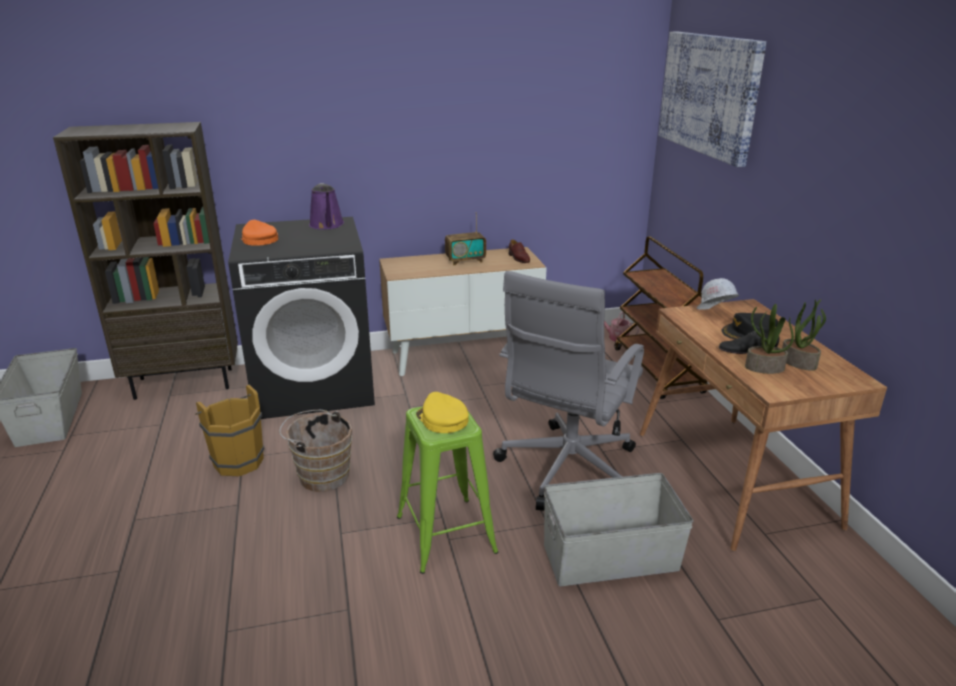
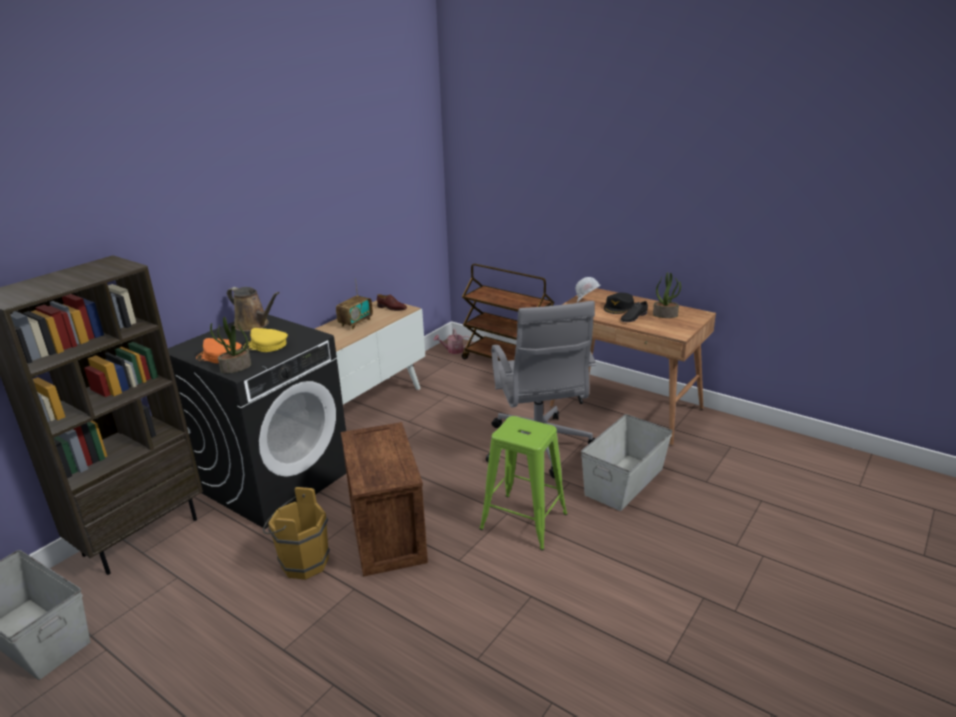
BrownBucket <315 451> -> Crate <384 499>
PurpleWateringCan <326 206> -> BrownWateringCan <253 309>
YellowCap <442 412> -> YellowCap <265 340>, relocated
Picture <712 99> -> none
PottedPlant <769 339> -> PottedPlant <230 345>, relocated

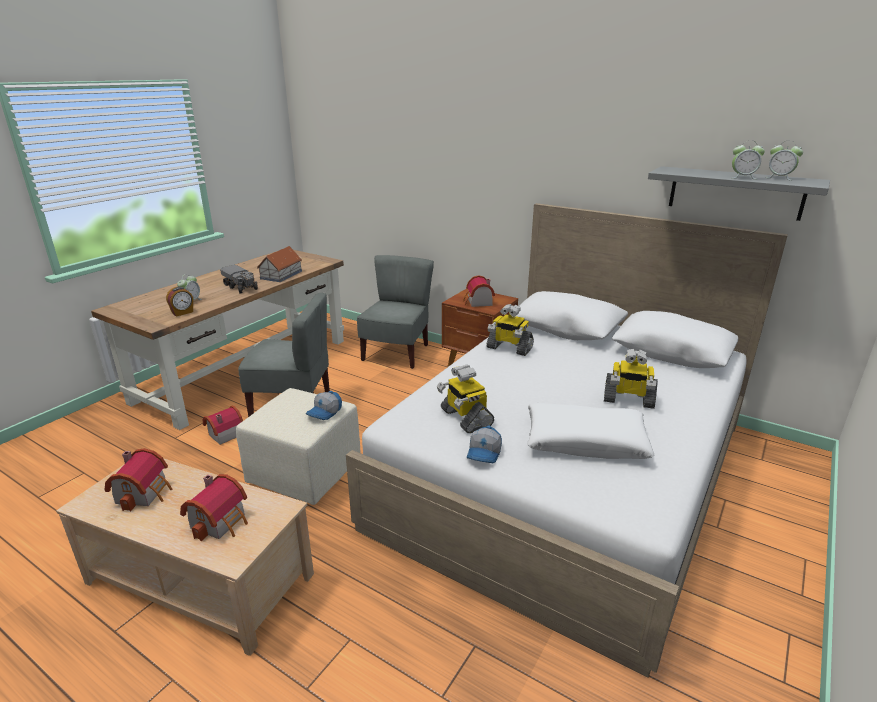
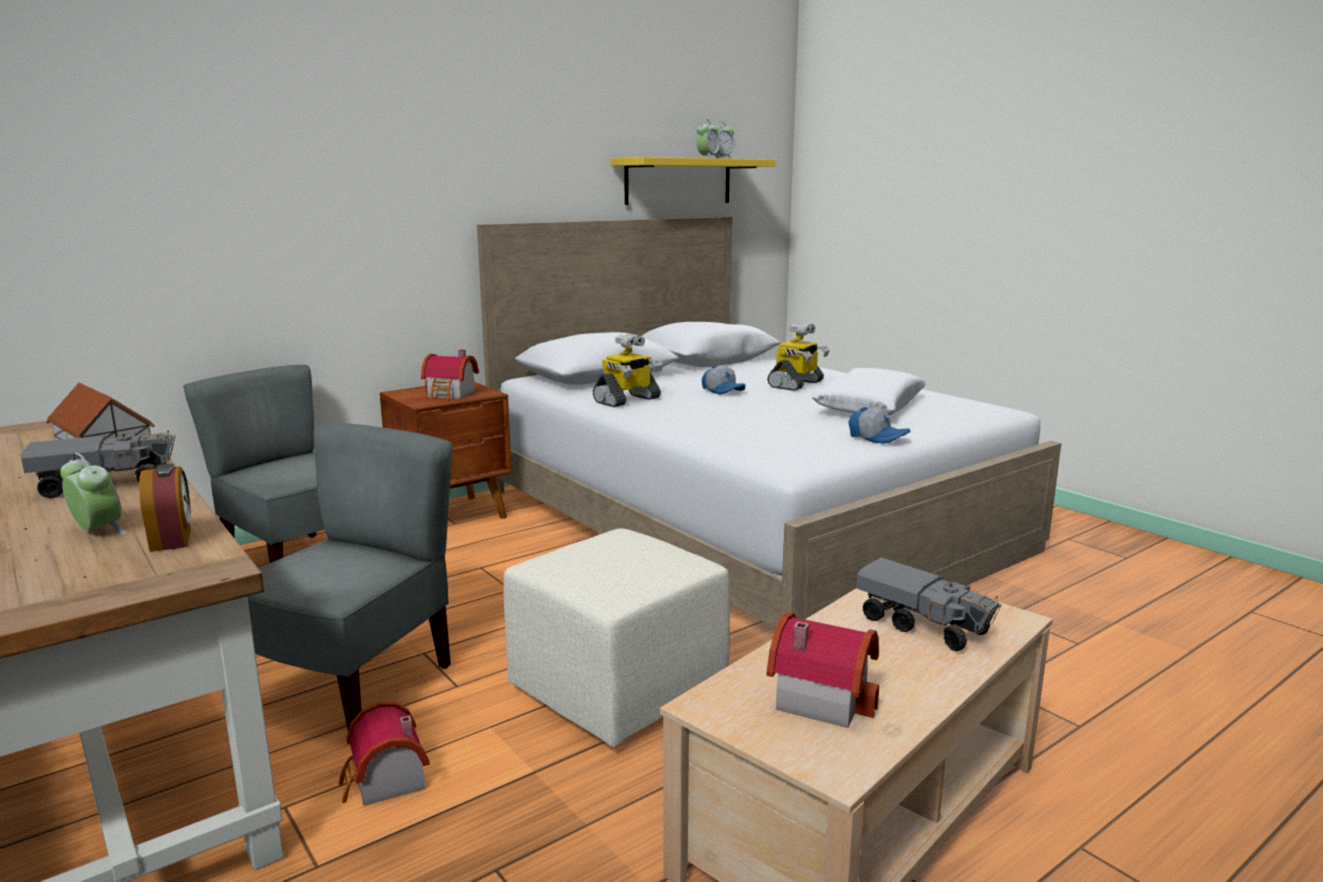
ToyHouse <214 507> -> ToyTruck <929 604>
Cap <324 405> -> Cap <724 379>, relocated
ToyRobot <465 399> -> none
GreyShelf <739 193> -> YellowShelf <693 181>

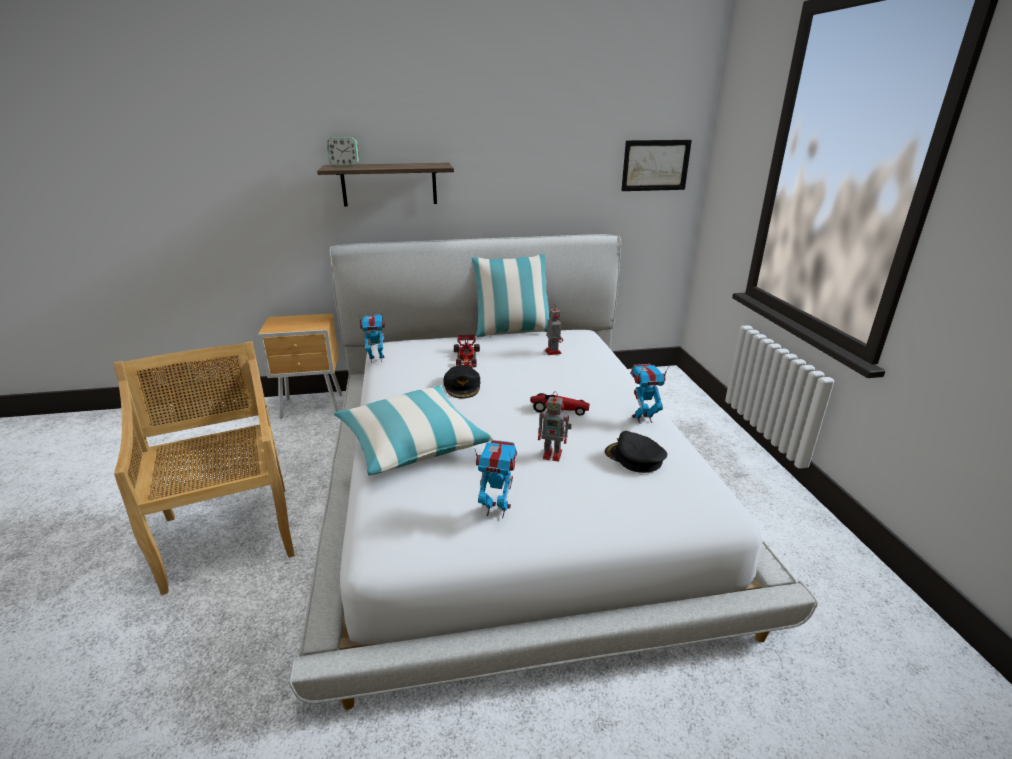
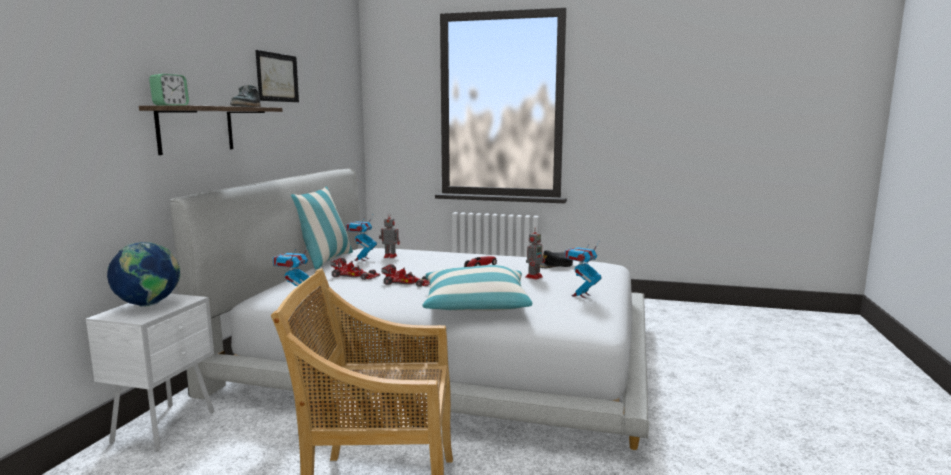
BrownNightstand <300 366> -> WhiteNightstand <150 373>
BlackCap <461 382> -> ToyCar <405 275>
Picture <656 165> -> Picture <277 76>, relocated
ToyRobot <649 394> -> ToyRobot <361 238>, relocated
none -> Globe <143 274>
none -> Shoe <245 96>

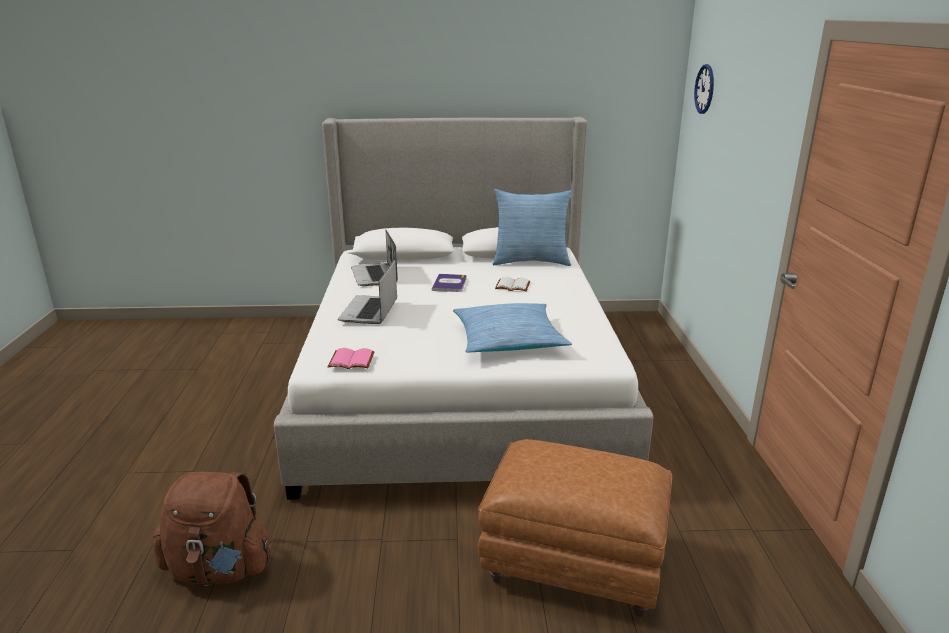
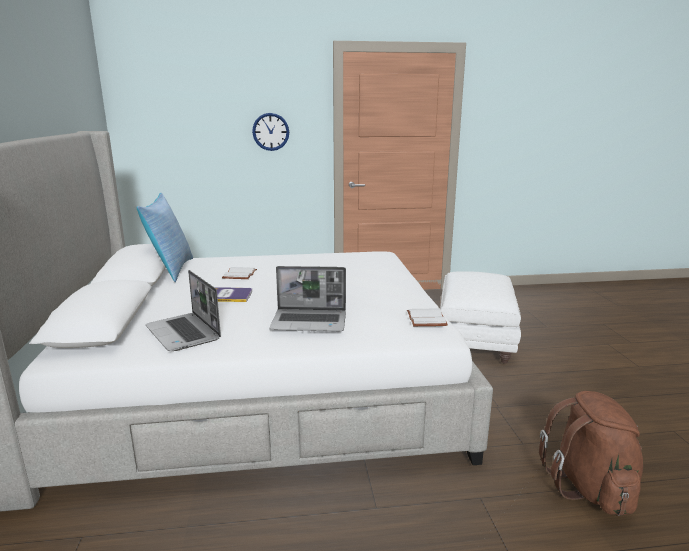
PinkBook <351 358> -> WhiteBook <427 317>
Laptop <374 258> -> Laptop <183 310>, 75 degrees clockwise
Pillow <512 328> -> none
BrownOttoman <575 528> -> WhiteOttoman <480 317>
WallClock <704 89> -> WallClock <270 132>, relocated

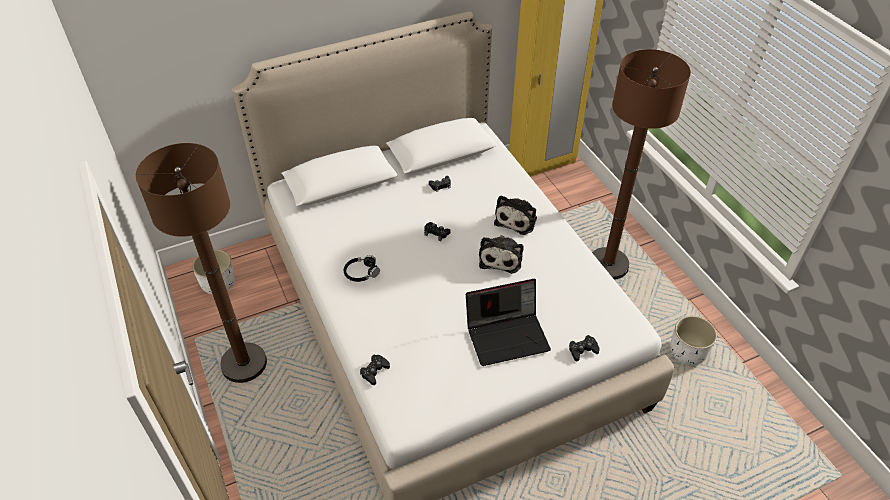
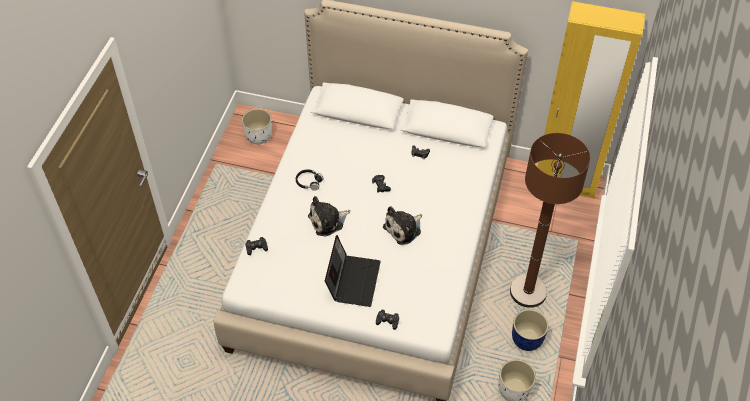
BrownFloorLamp <201 263> -> none
Laptop <508 322> -> Laptop <353 271>, 105 degrees counterclockwise
PlushToy <515 215> -> PlushToy <329 216>, relocated
none -> BluePlanter <530 330>

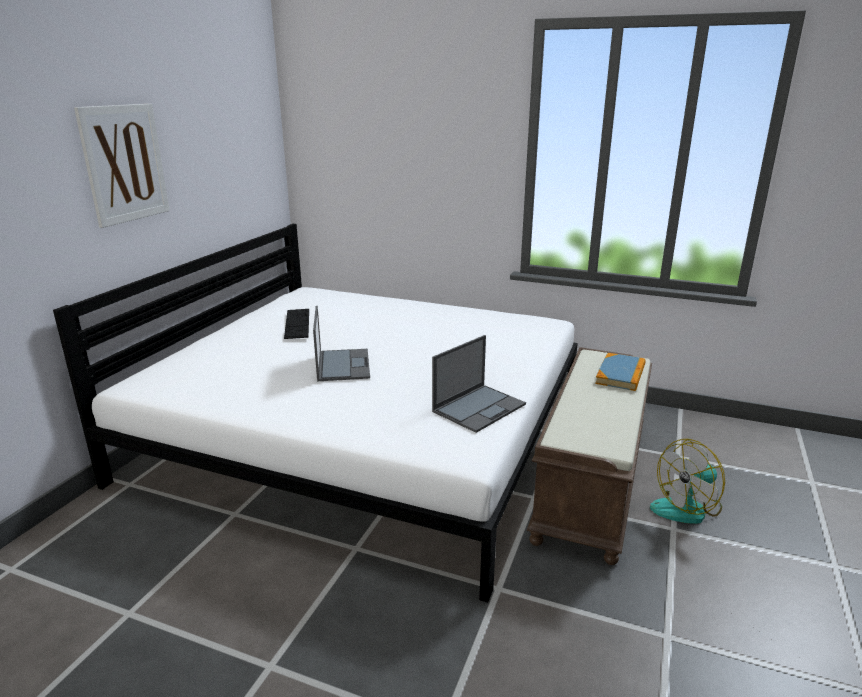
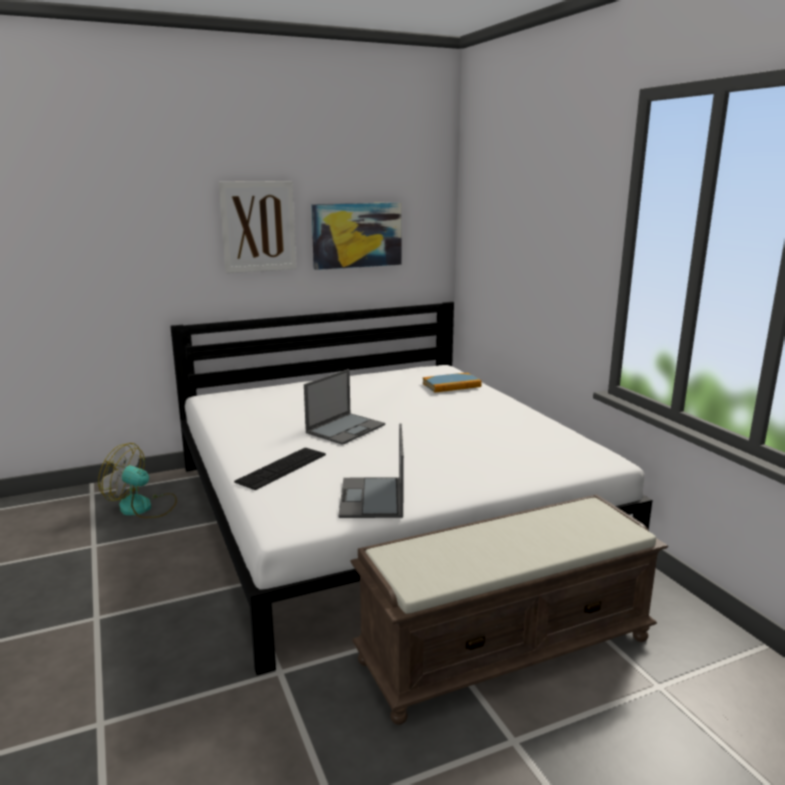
Keyboard <296 324> -> Keyboard <280 469>, relocated
Laptop <479 384> -> Laptop <371 471>, 90 degrees clockwise
Book <620 372> -> Book <452 383>, relocated
Fan <687 481> -> Fan <137 480>, relocated
none -> Picture <356 236>

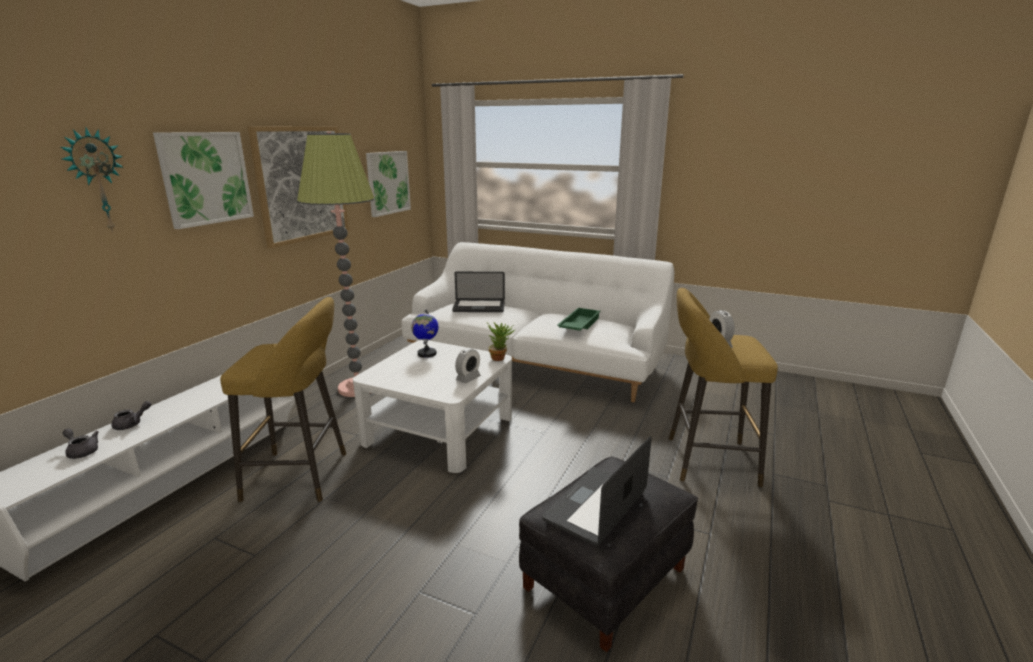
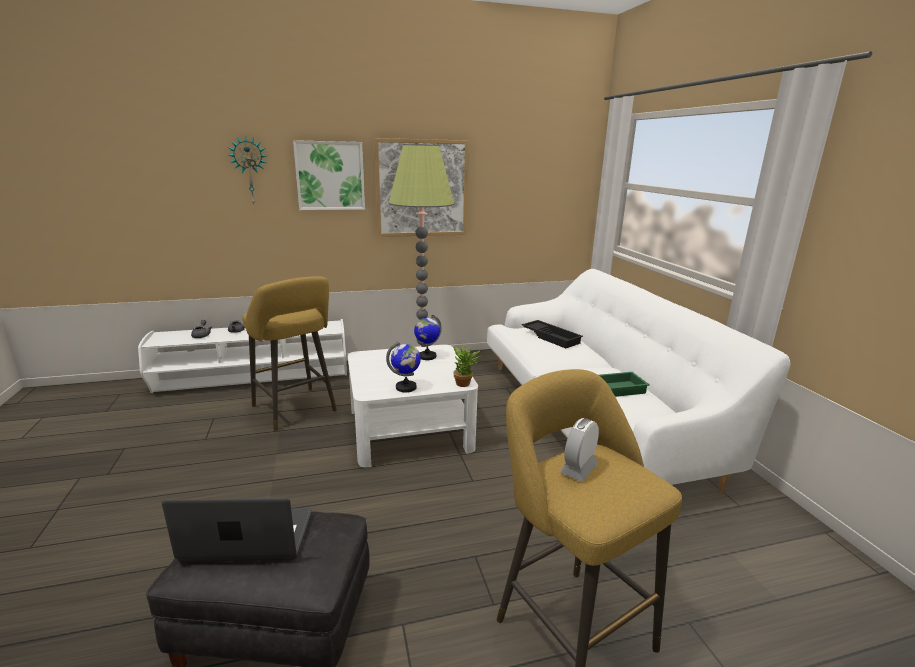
Picture <388 184> -> none
Laptop <478 292> -> BlackTray <552 334>
AlarmClock <468 365> -> Globe <403 366>

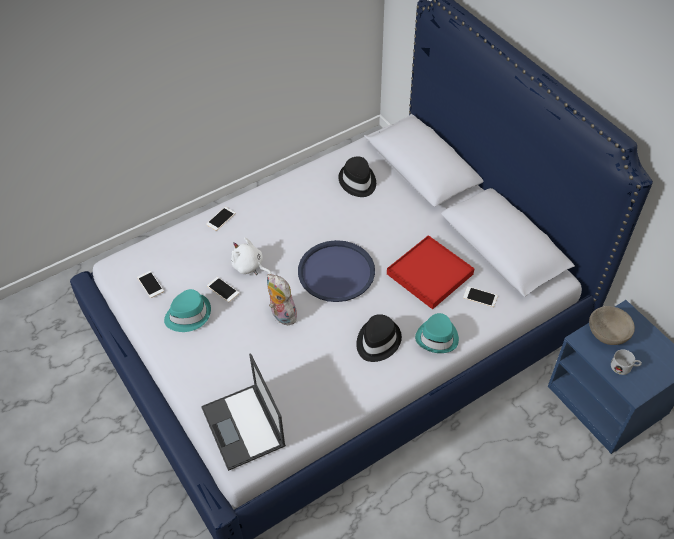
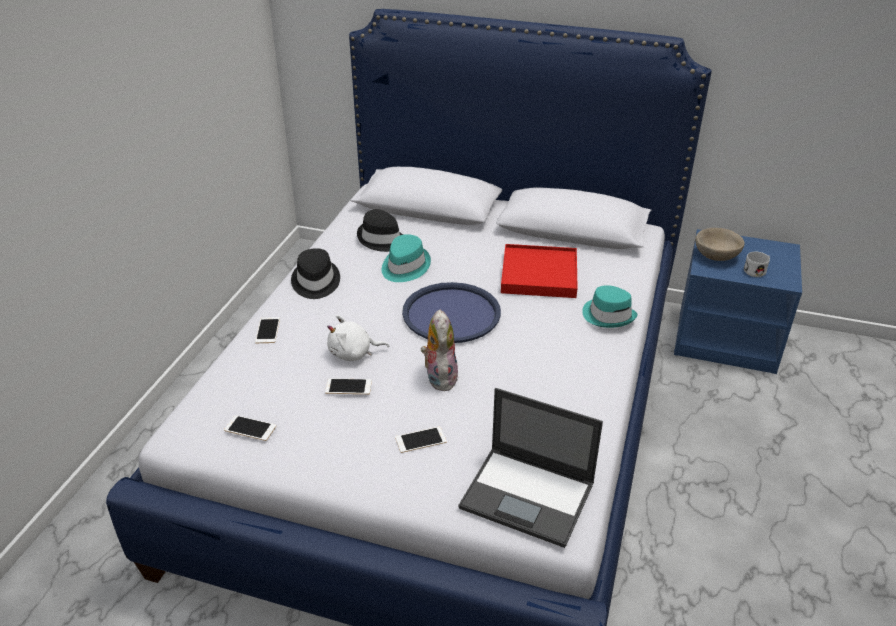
TurquoiseHat <187 310> -> TurquoiseHat <406 258>, relocated
PlushToy <282 300> -> PlushToy <439 350>, 75 degrees clockwise
BlackHat <379 338> -> BlackHat <315 273>, relocated
Phone <480 296> -> Phone <420 439>, relocated

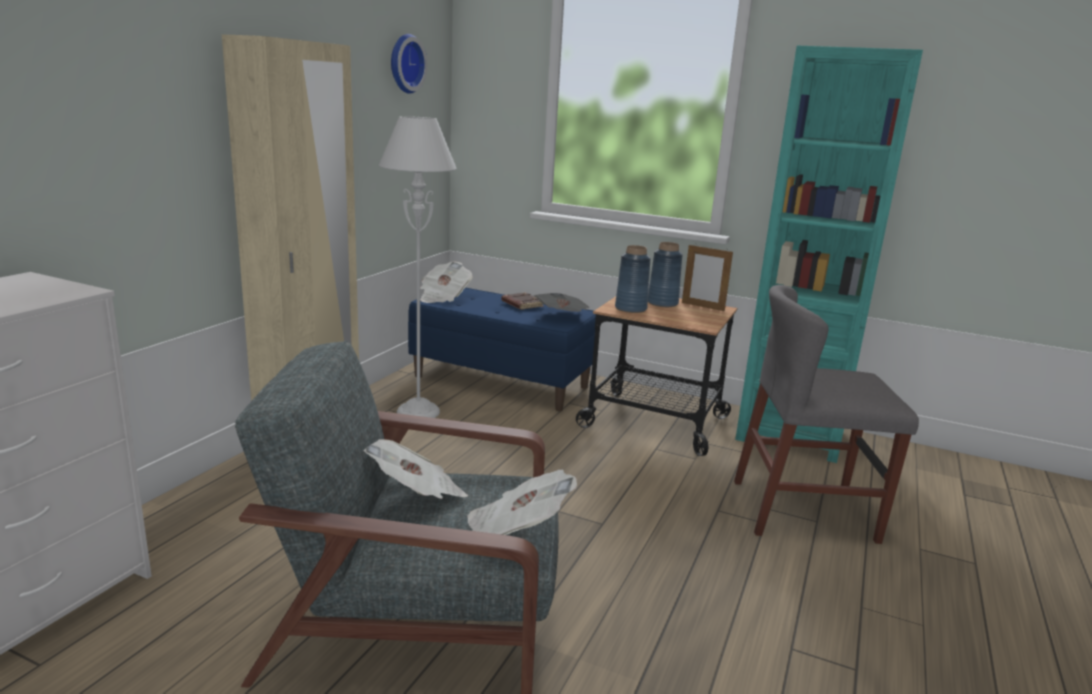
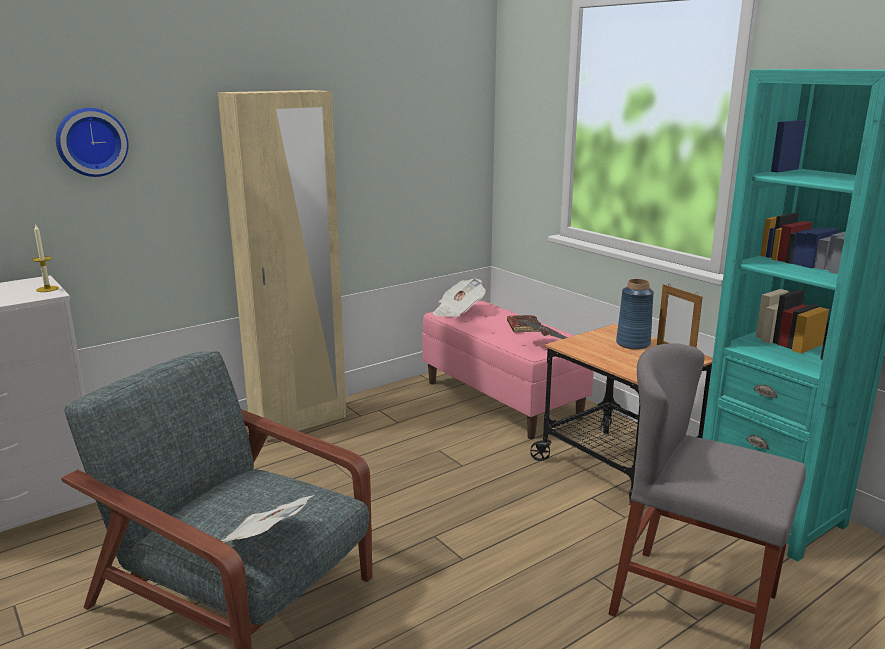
Newspaper <415 469> -> none
GreyFloorLamp <418 267> -> none
WallClock <409 64> -> WallClock <92 142>, relocated
BlueBench <502 349> -> PinkBench <508 370>
BlueVase <633 279> -> none
none -> Candle <45 258>

